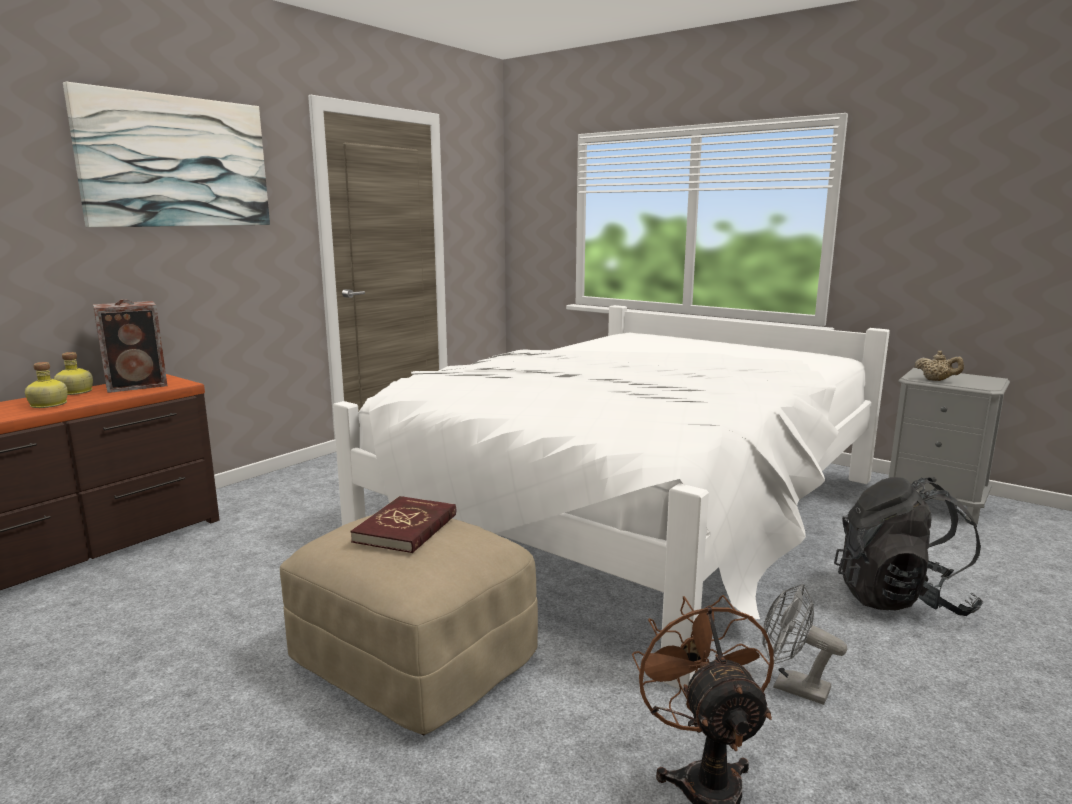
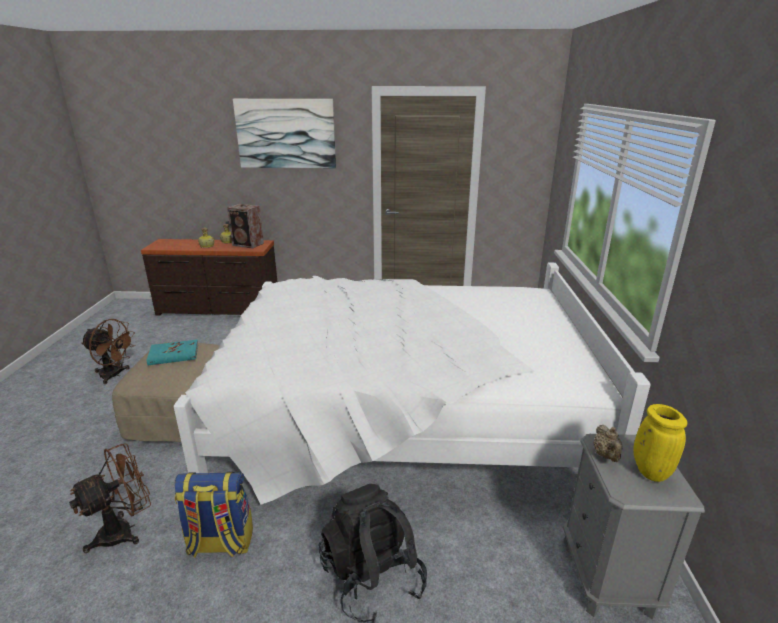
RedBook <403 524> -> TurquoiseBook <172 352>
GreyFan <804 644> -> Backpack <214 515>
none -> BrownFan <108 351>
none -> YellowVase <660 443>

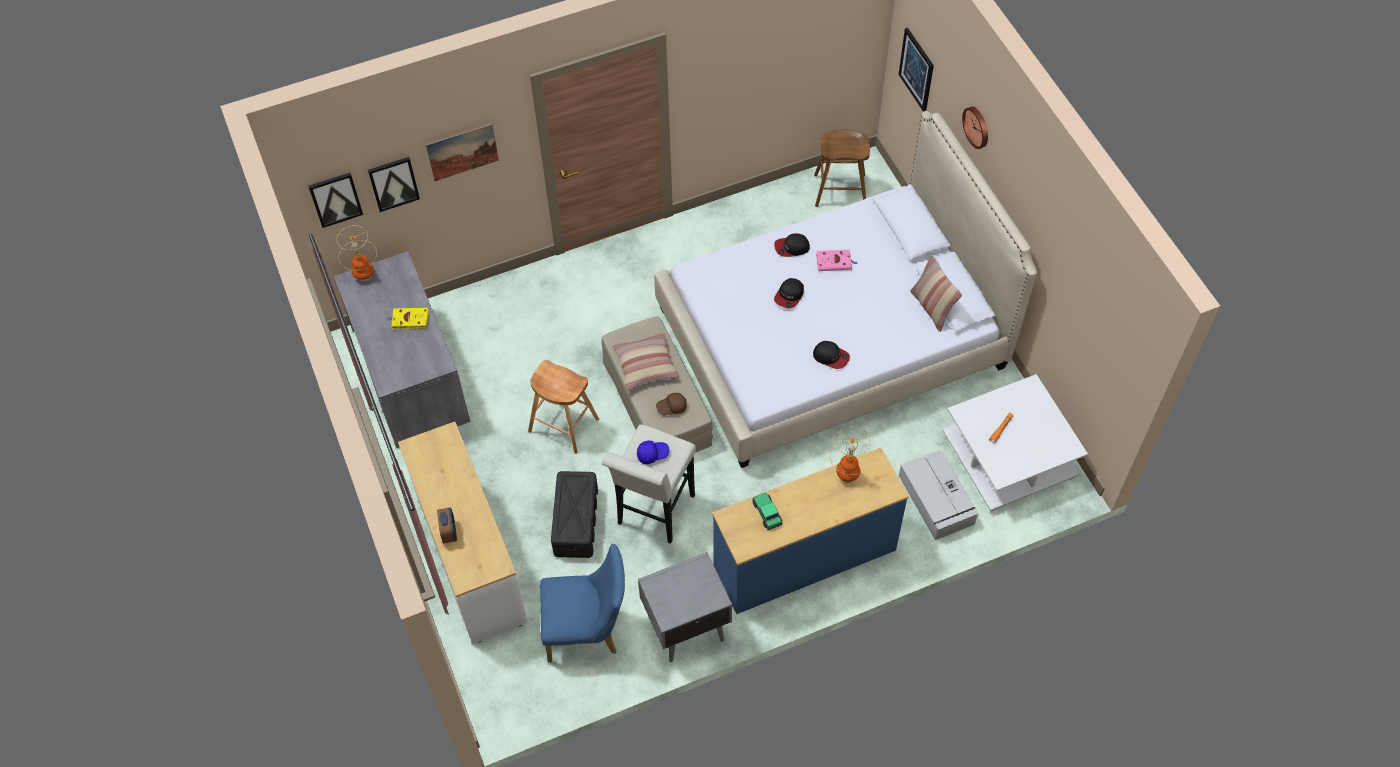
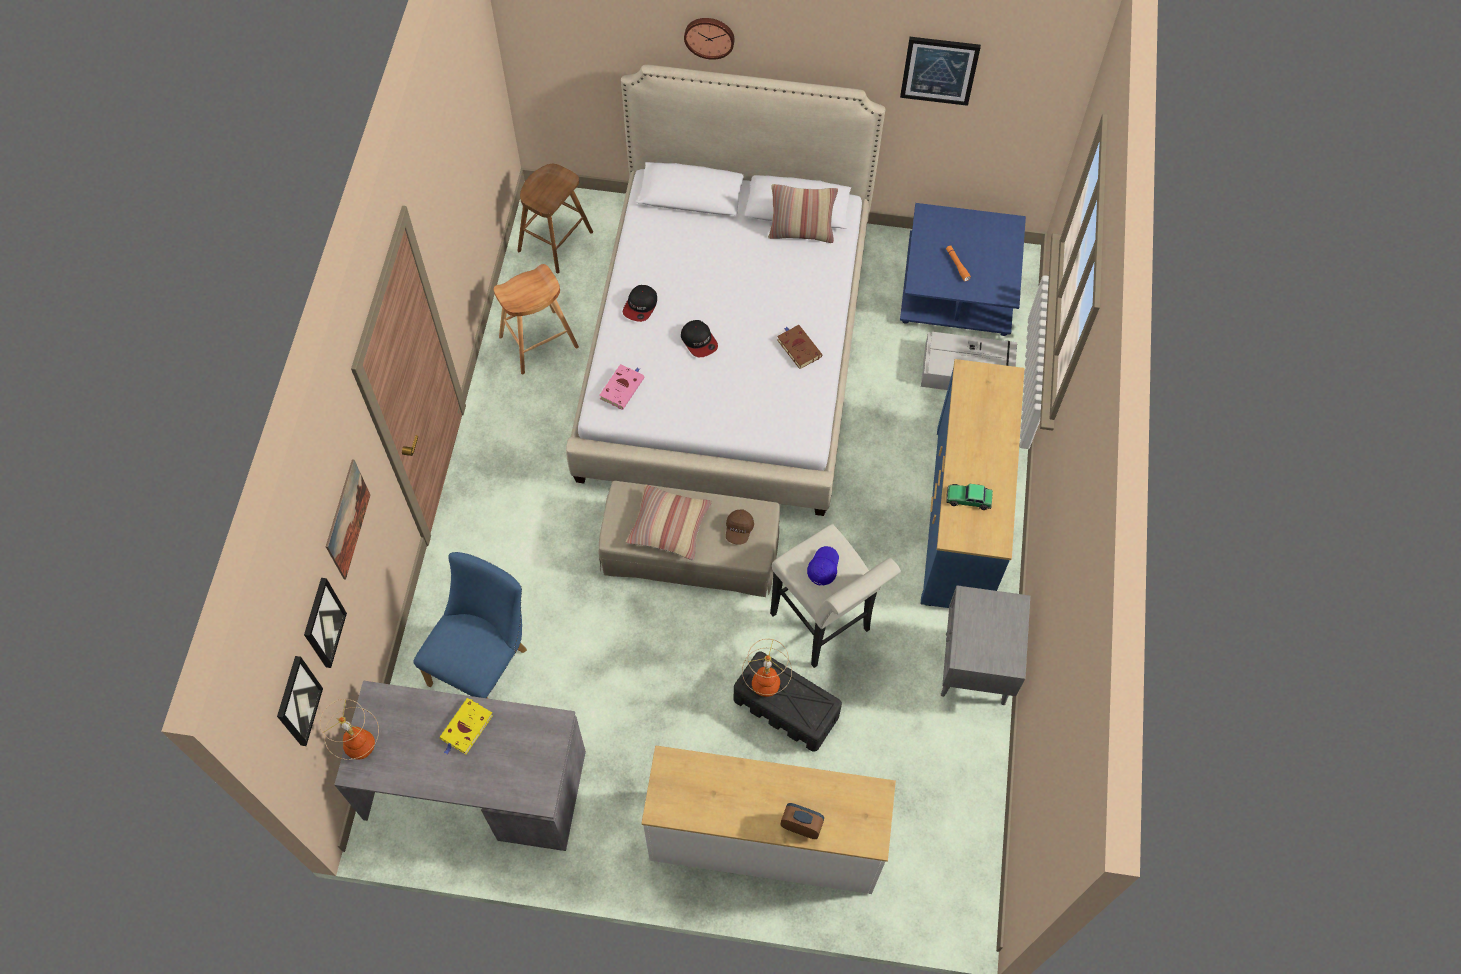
BrownStool <563 407> -> BrownStool <536 319>, relocated
BlueChair <582 603> -> BlueChair <470 625>, relocated
Cap <831 355> -> BrownBook <799 347>
PinkBook <836 260> -> PinkBook <621 387>, relocated
TableLamp <851 454> -> TableLamp <767 668>, relocated
Picture <916 70> -> Picture <940 71>, relocated
WhiteCoffeeTable <1015 442> -> BlueCoffeeTable <963 269>

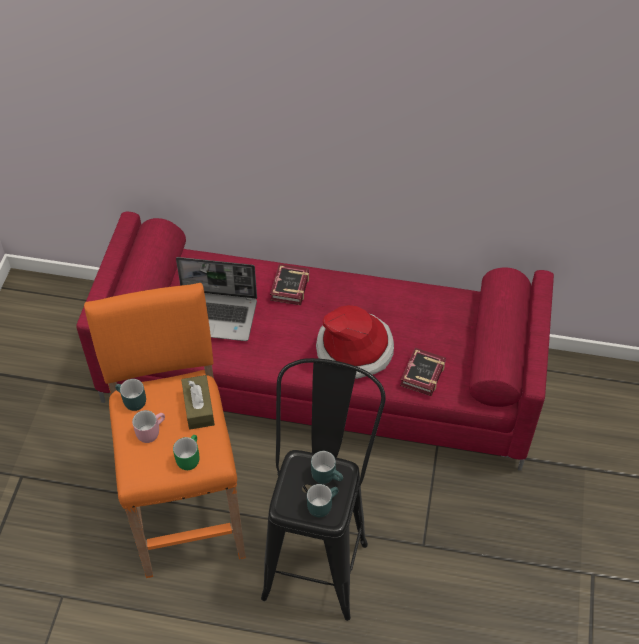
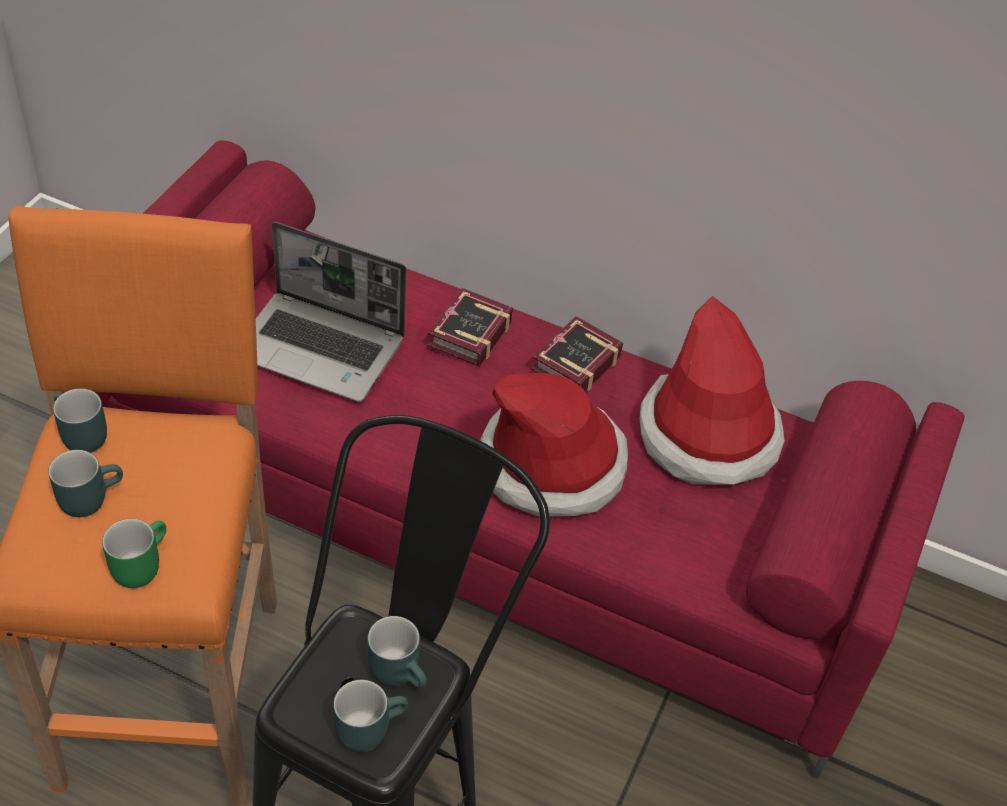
PinkMug <148 426> -> TurquoiseMug <85 483>
BrownTissueBox <198 402> -> none
Book <423 372> -> Book <577 353>, relocated
none -> Hat <712 390>

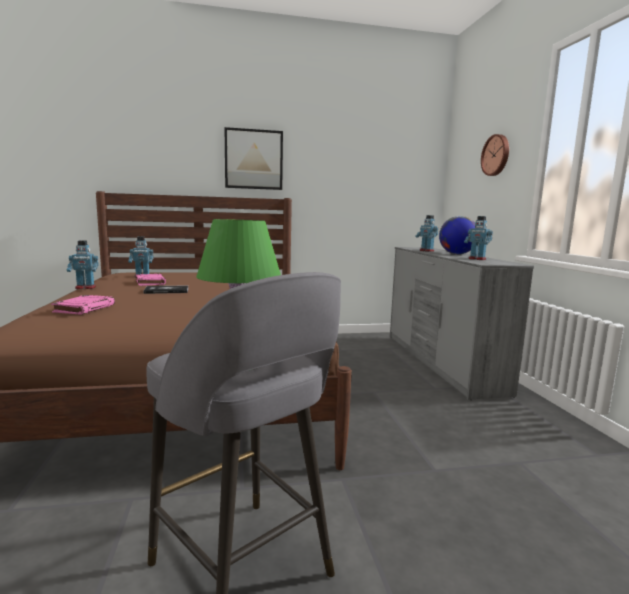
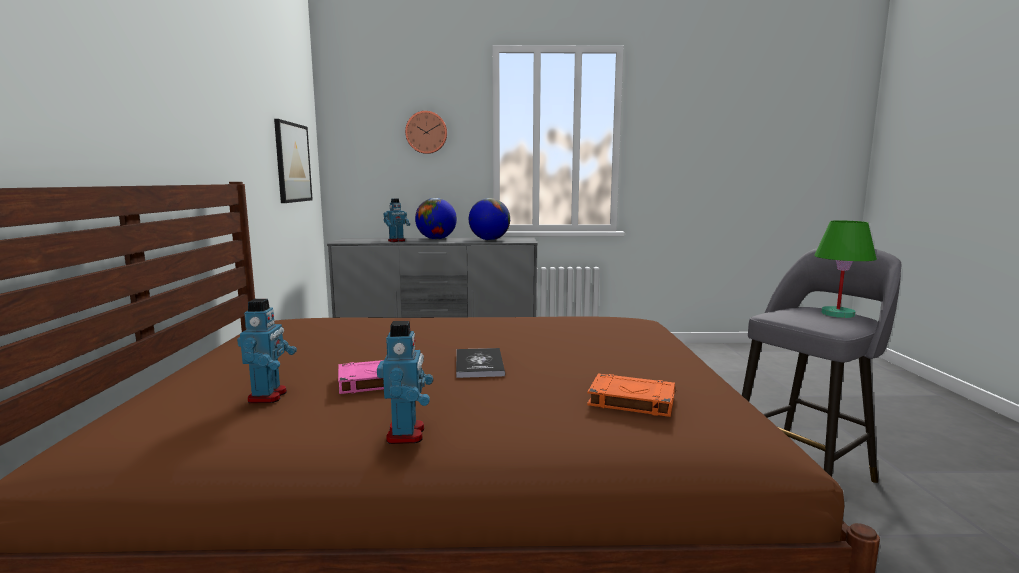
PinkBook <83 305> -> OrangeBook <631 395>
Picture <253 158> -> Picture <293 161>, relocated
ToyRobot <478 238> -> Globe <489 219>

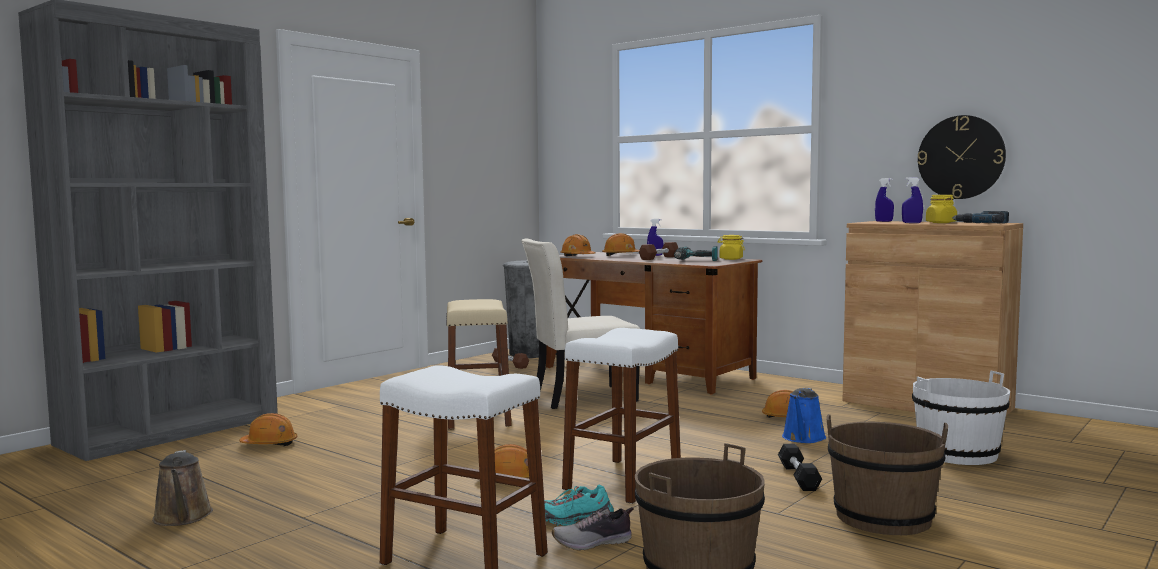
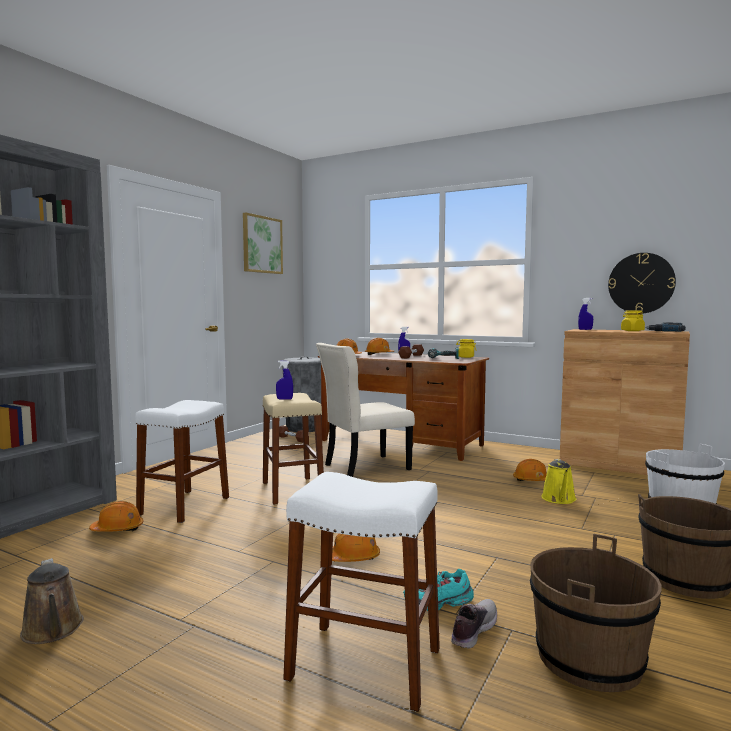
Shoe <593 529> -> Shoe <474 624>, 150 degrees clockwise
WhiteStool <621 416> -> WhiteStool <182 461>, relocated
BlackDumbbell <800 467> -> none
BlueWateringCan <804 415> -> YellowWateringCan <559 481>
BlueSprayBottle <912 200> -> BlueSprayBottle <284 380>, relocated
none -> Picture <263 243>

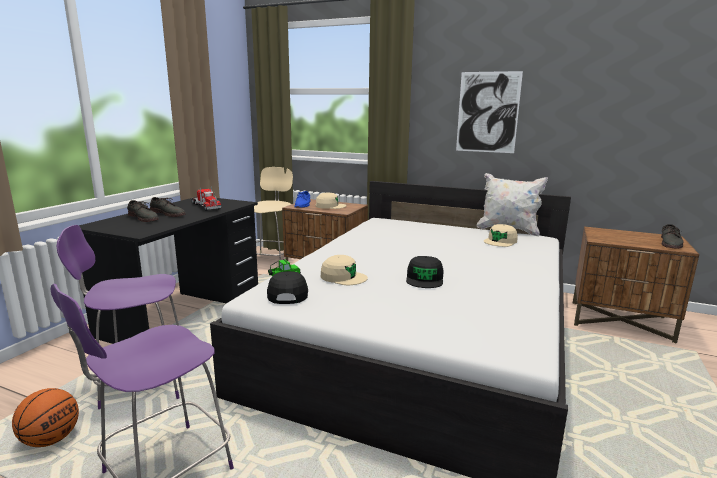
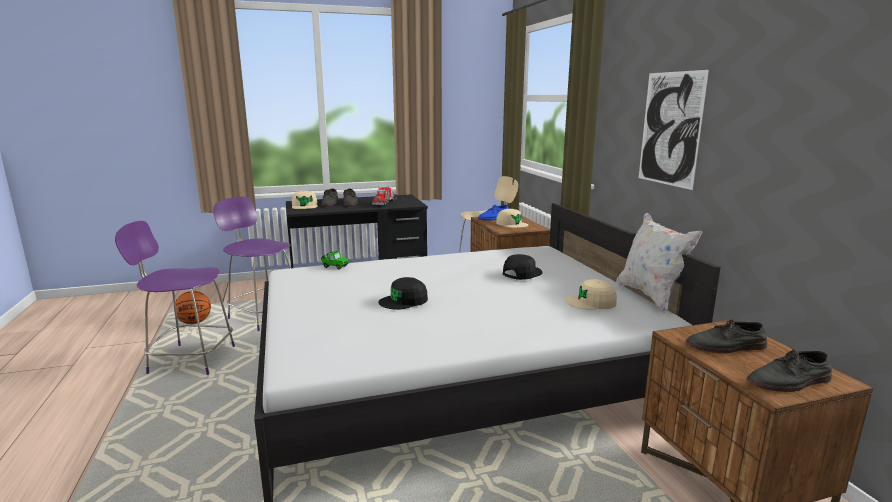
BlackCap <287 287> -> BlackCap <522 267>, relocated
BeigeCap <344 270> -> BeigeCap <305 200>, relocated
none -> GreyShoe <726 335>

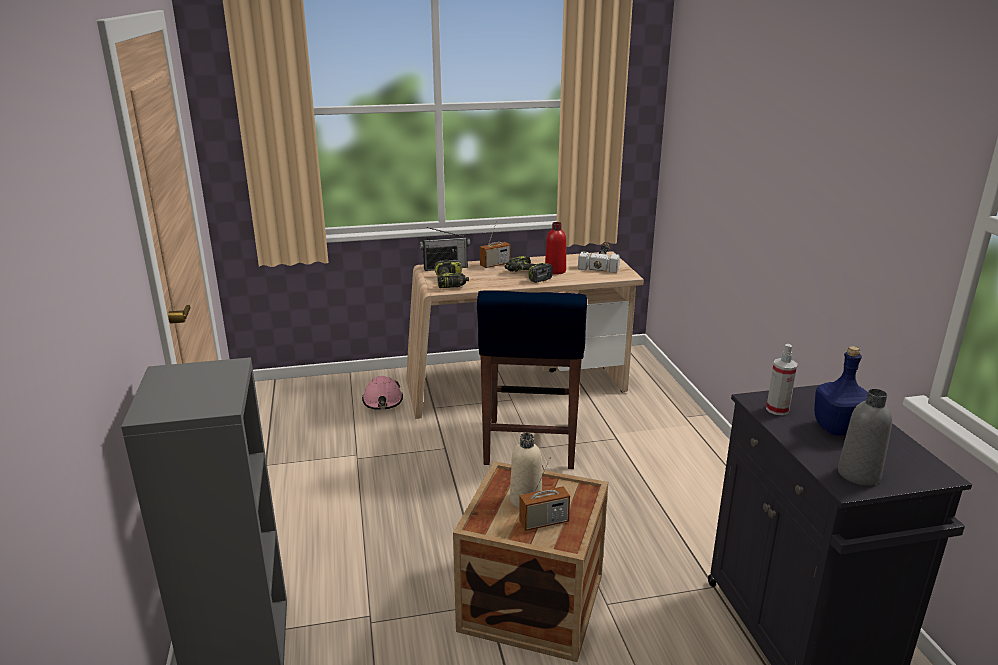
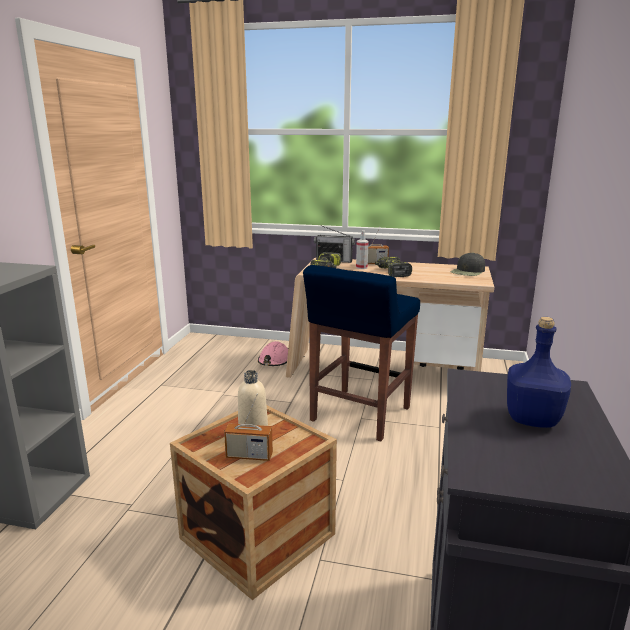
RedBottle <555 248> -> none
Hammer <599 258> -> BlackCap <467 264>
SprayBottle <782 379> -> SprayBottle <362 249>, relocated
GreyBottle <865 437> -> none

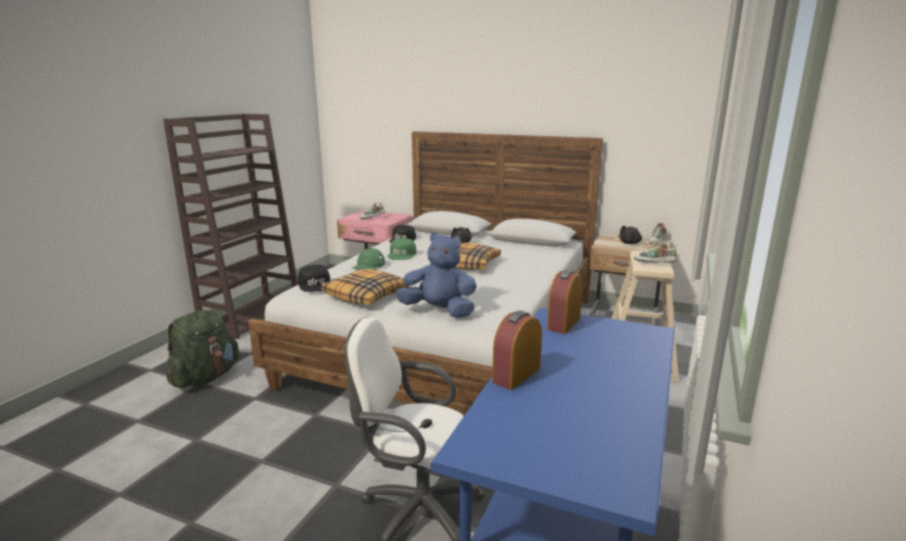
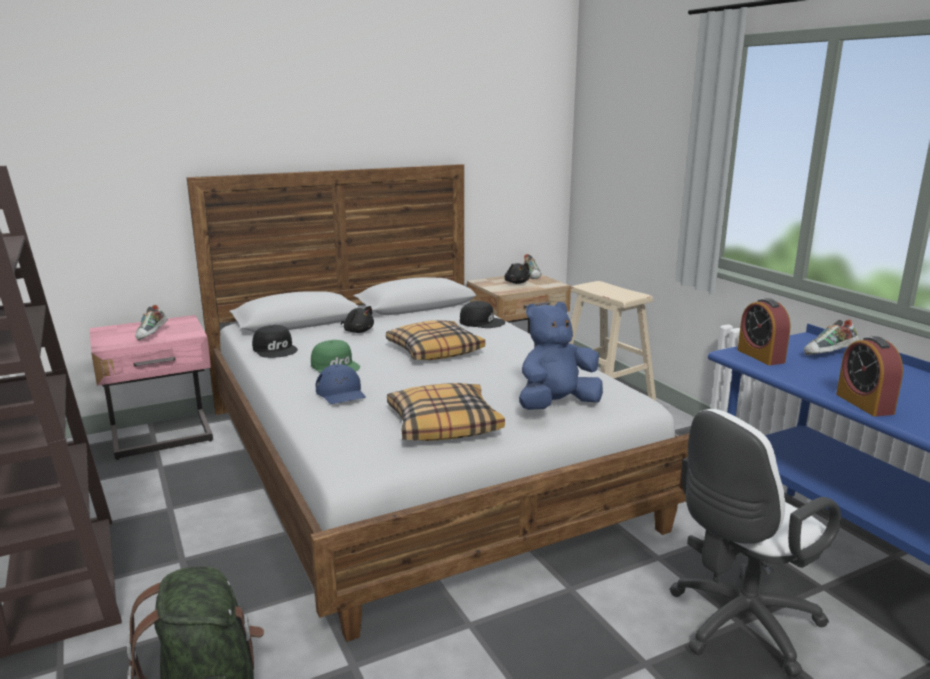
BlackCap <314 278> -> BlackCap <483 314>, relocated
GreenCap <368 259> -> BlueCap <340 384>
Shoe <655 253> -> Shoe <831 337>, relocated

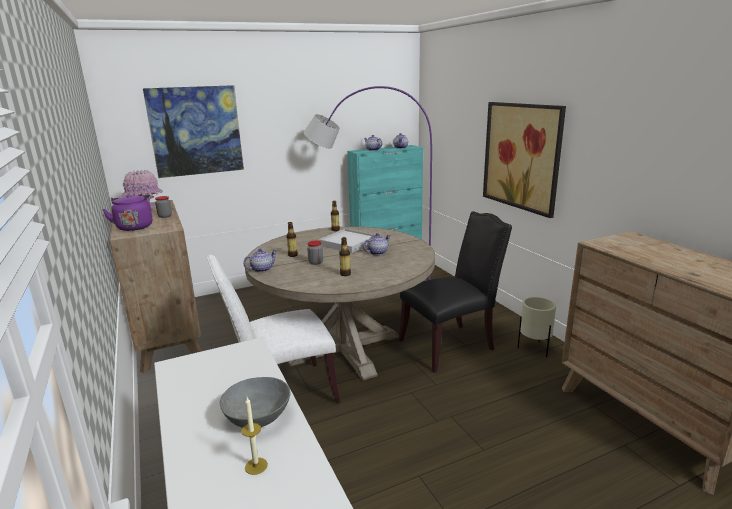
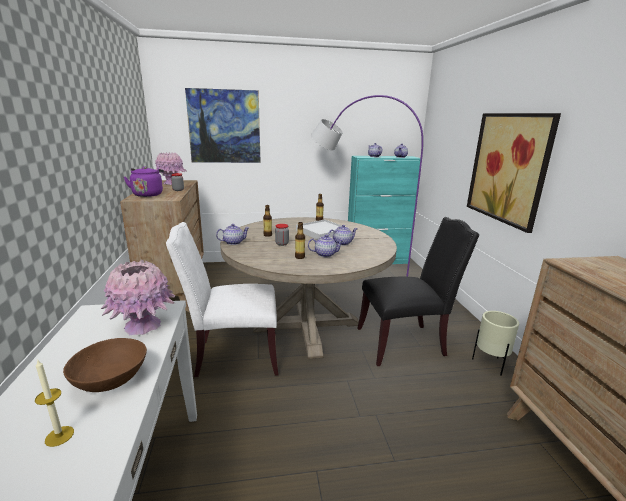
GreyBowl <255 402> -> BrownBowl <105 365>
none -> PinkVase <138 298>
none -> Teapot <326 246>

